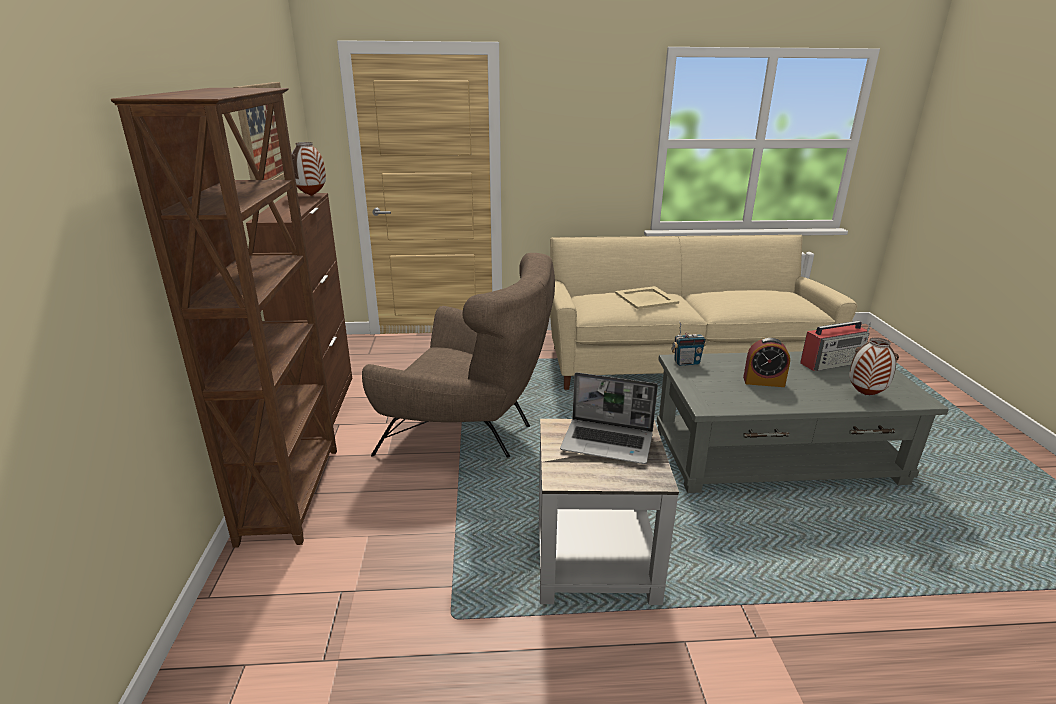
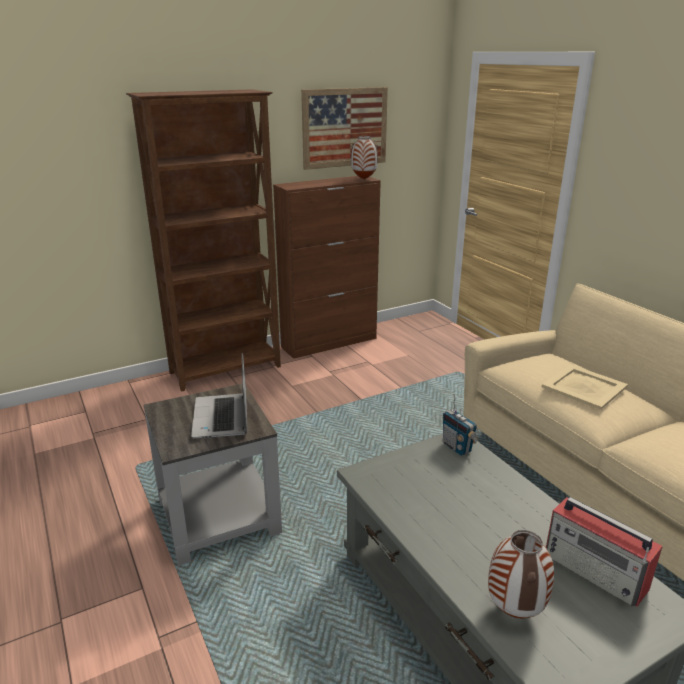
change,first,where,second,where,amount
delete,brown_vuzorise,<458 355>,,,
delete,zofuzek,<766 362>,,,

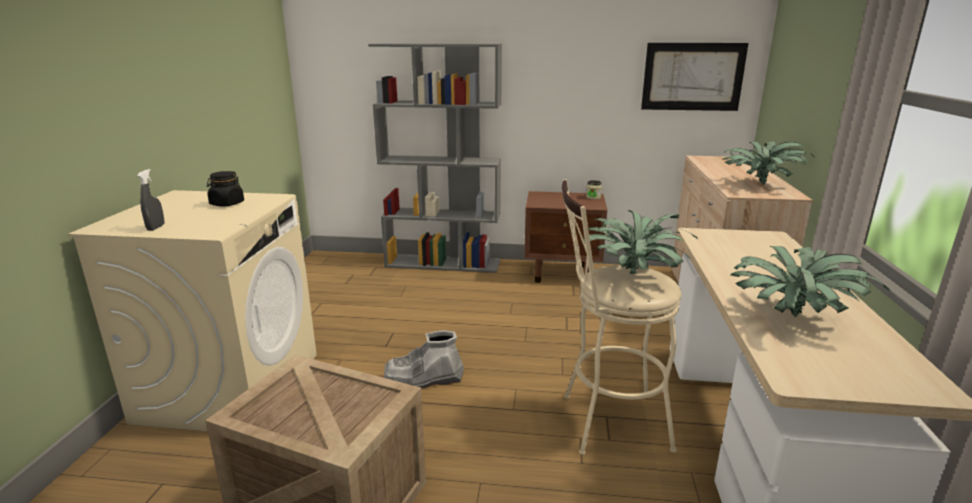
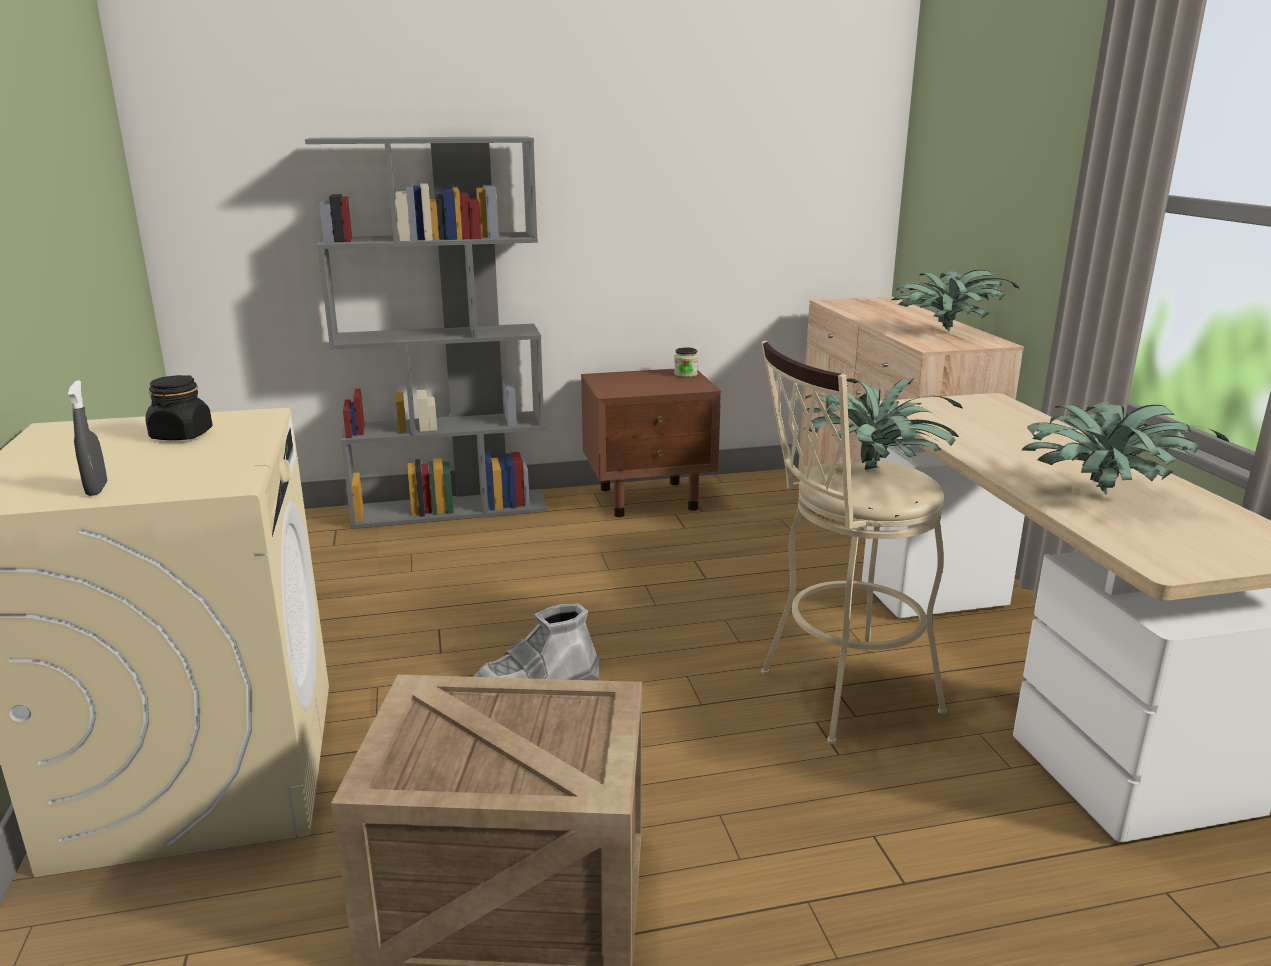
change,first,where,second,where,amount
delete,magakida,<694 77>,,,

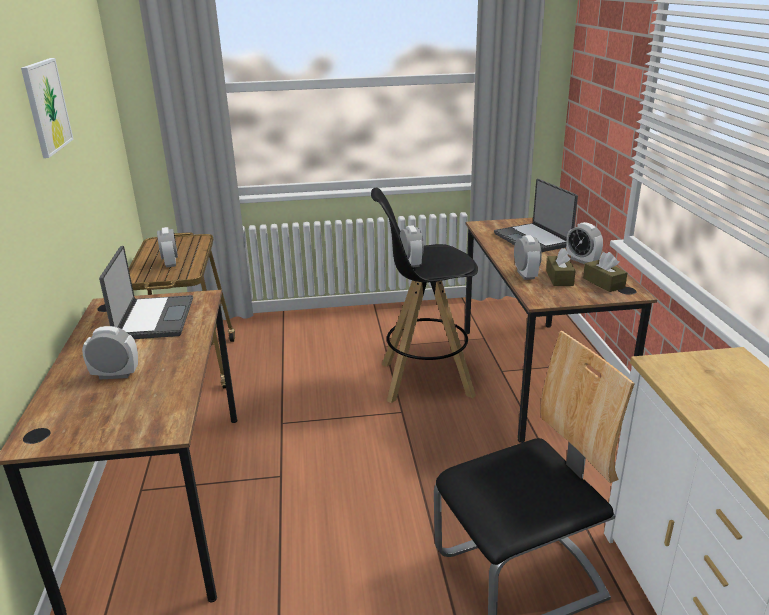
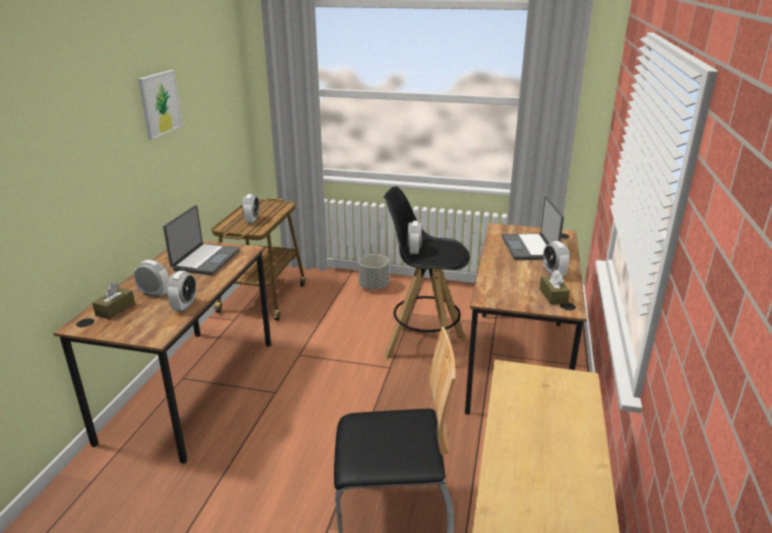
change,first,where,second,where,amount
move,zofuzek,<528 257>,,<181 291>,
move,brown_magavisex,<561 267>,,<113 301>,
insert,,,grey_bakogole,<373 272>,

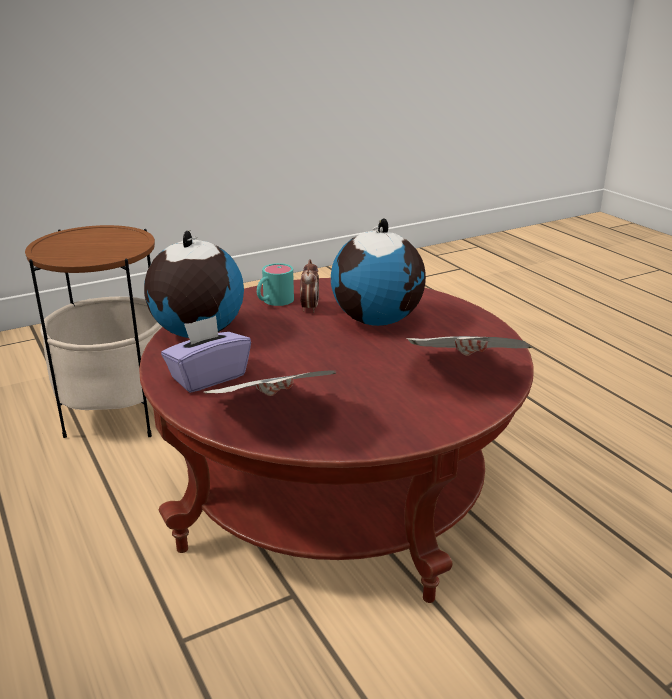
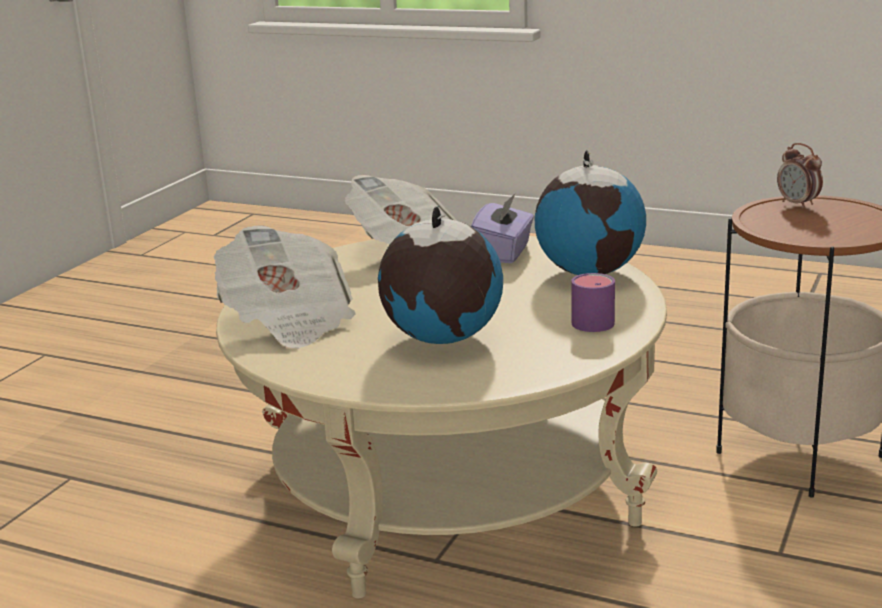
change,first,where,second,where,amount
move,zofuzek,<309 286>,,<800 176>,
recolor,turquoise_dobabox,<275 284>,purple_dobabox,<593 302>,
recolor,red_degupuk,<336 440>,beige_degupuk,<441 417>,

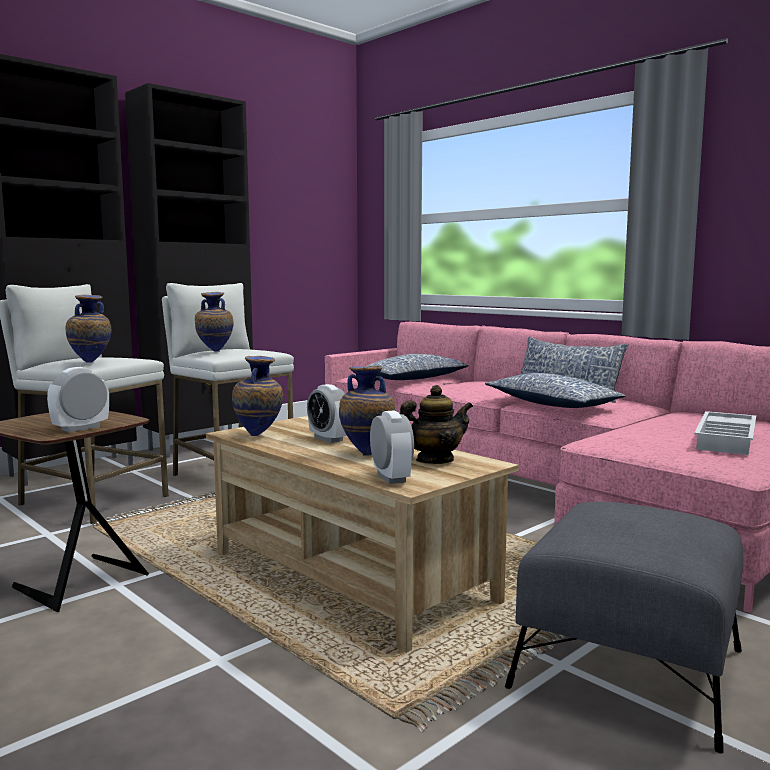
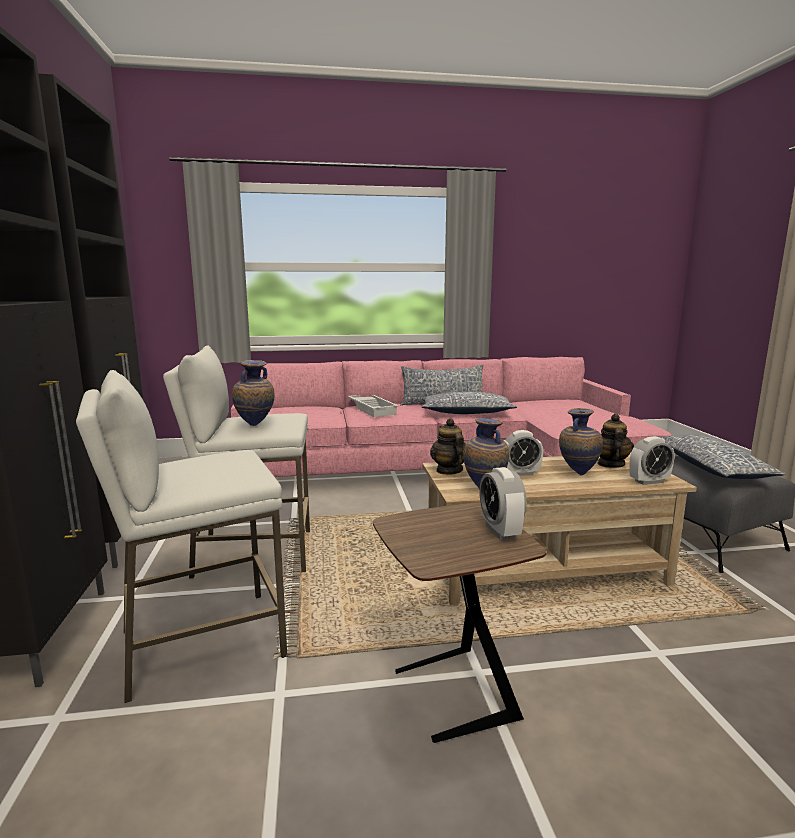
change,first,where,second,where,amount
delete,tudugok,<88 328>,,,
move,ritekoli,<416 367>,,<722 457>,
rotate,zofuzek,<392 447>,,<651 460>,150 degrees clockwise
move,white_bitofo,<725 433>,,<373 406>,
insert,,,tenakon,<448 446>,

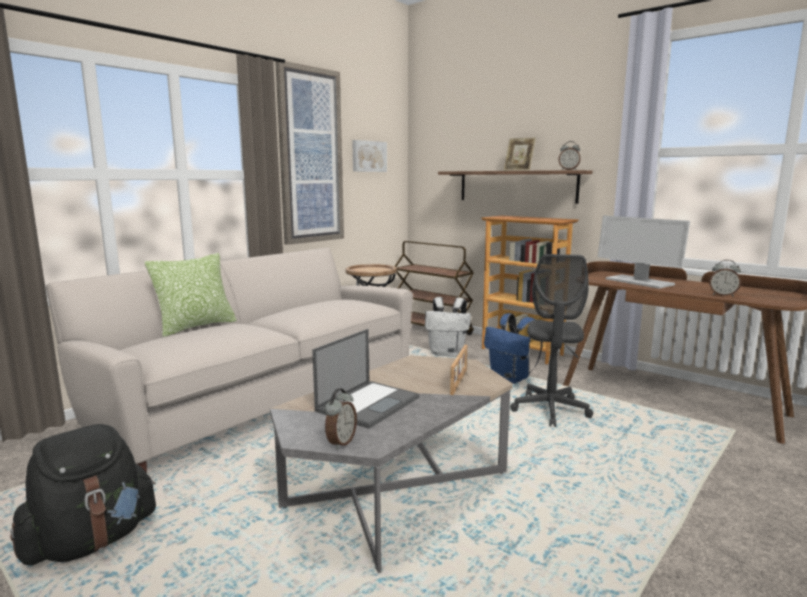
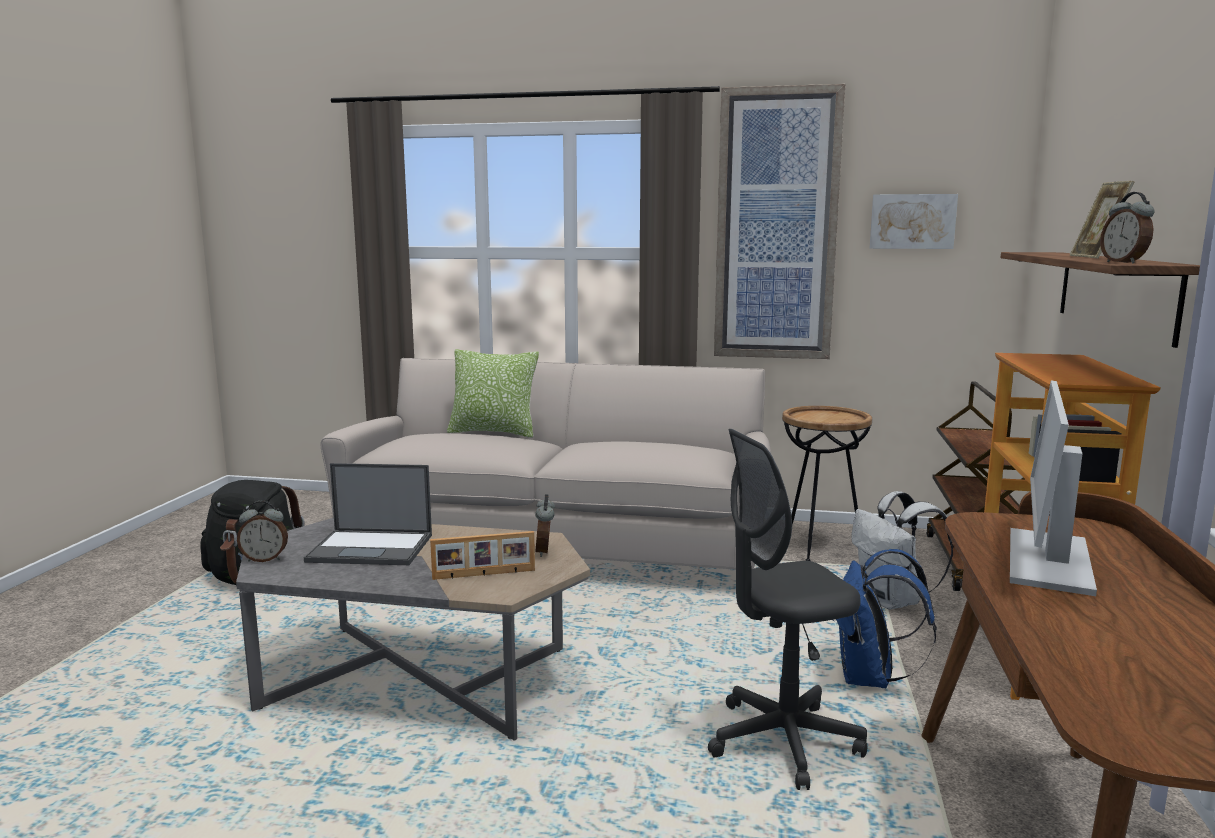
change,first,where,second,where,amount
move,zofuzek,<725 278>,,<545 525>,

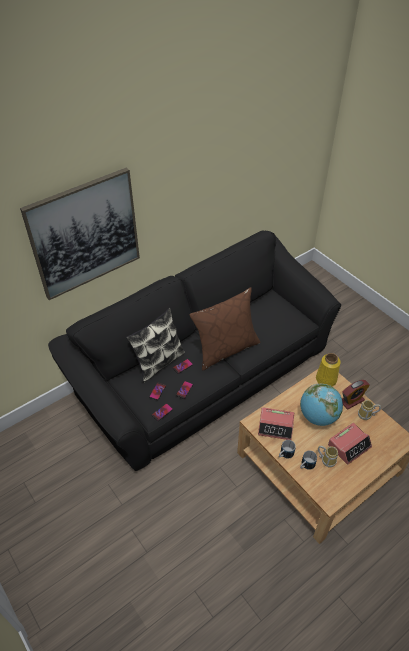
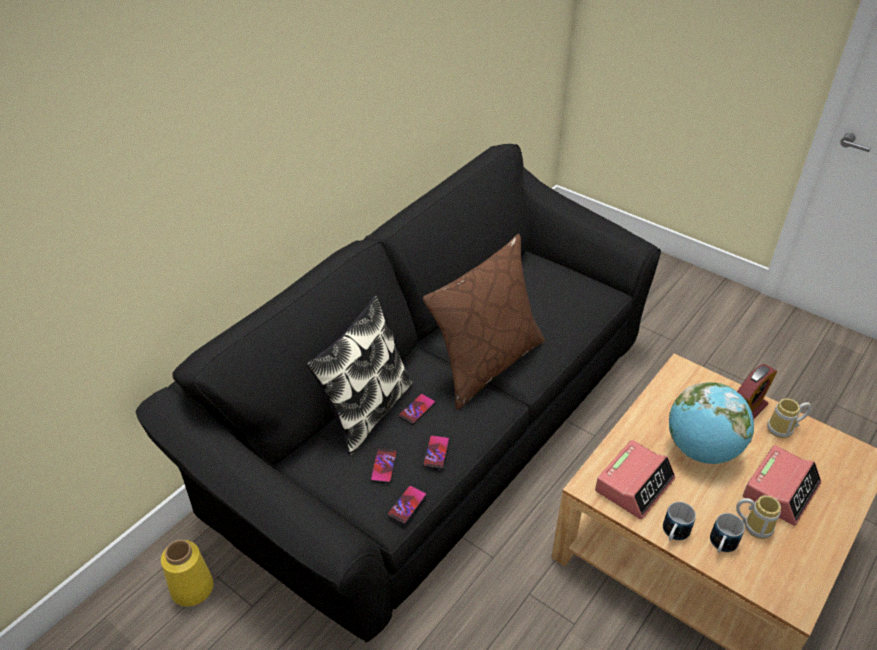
change,first,where,second,where,amount
delete,magakida,<80 234>,,,
move,yellow_tudugok,<328 369>,,<187 573>,
rotate,zofuzek,<276 423>,,<635 479>,45 degrees counterclockwise

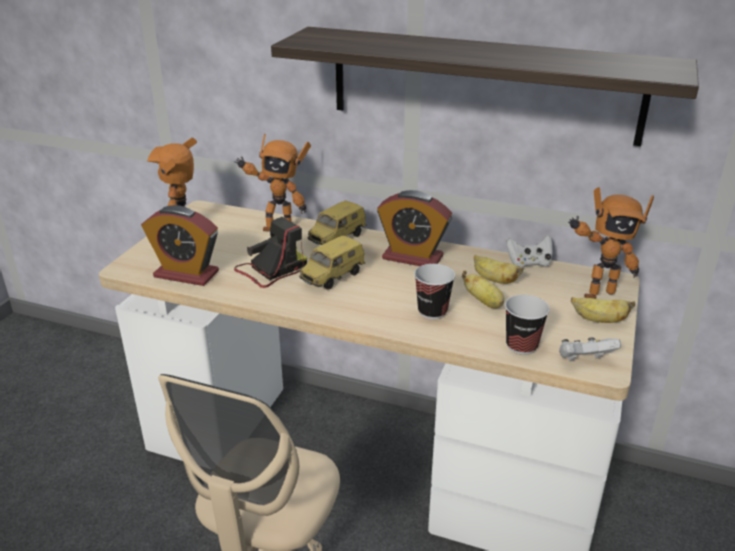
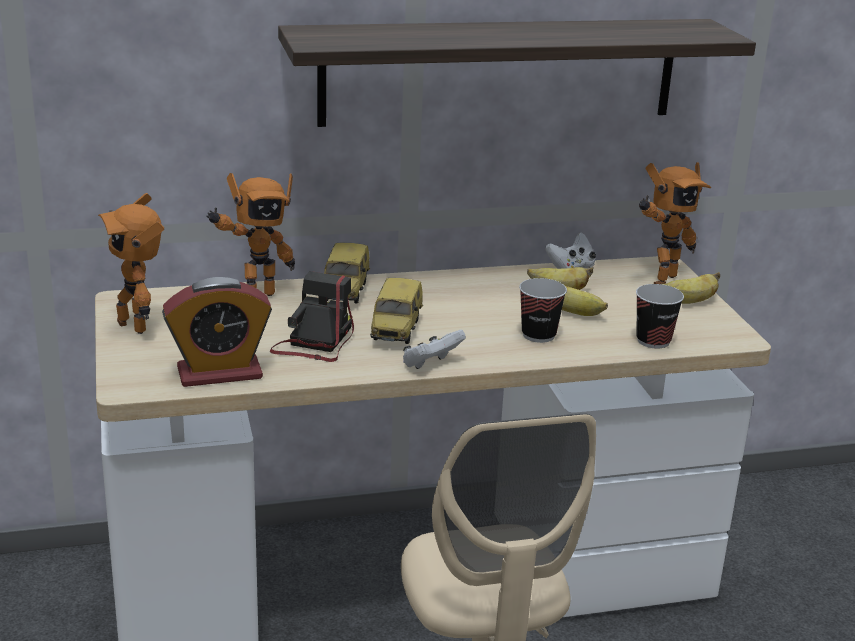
change,first,where,second,where,amount
delete,zofuzek,<414 228>,,,
move,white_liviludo,<590 349>,,<434 349>,

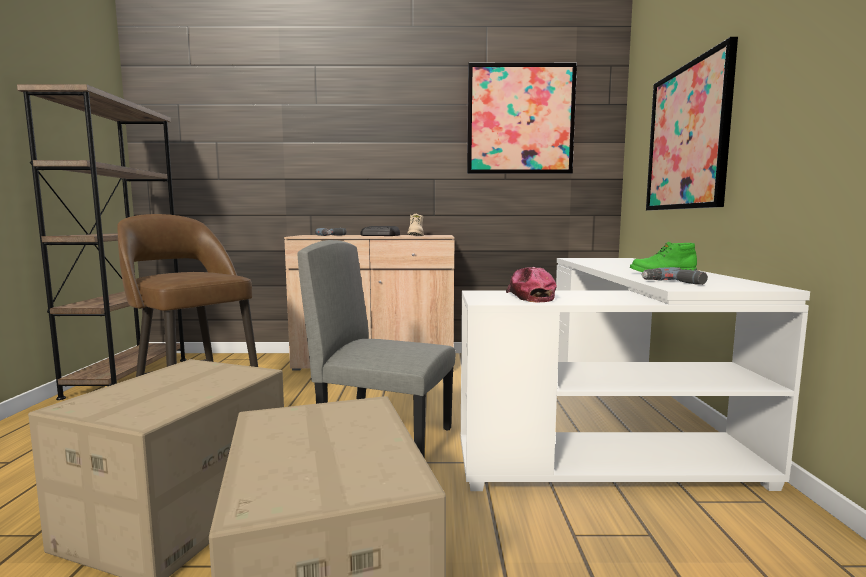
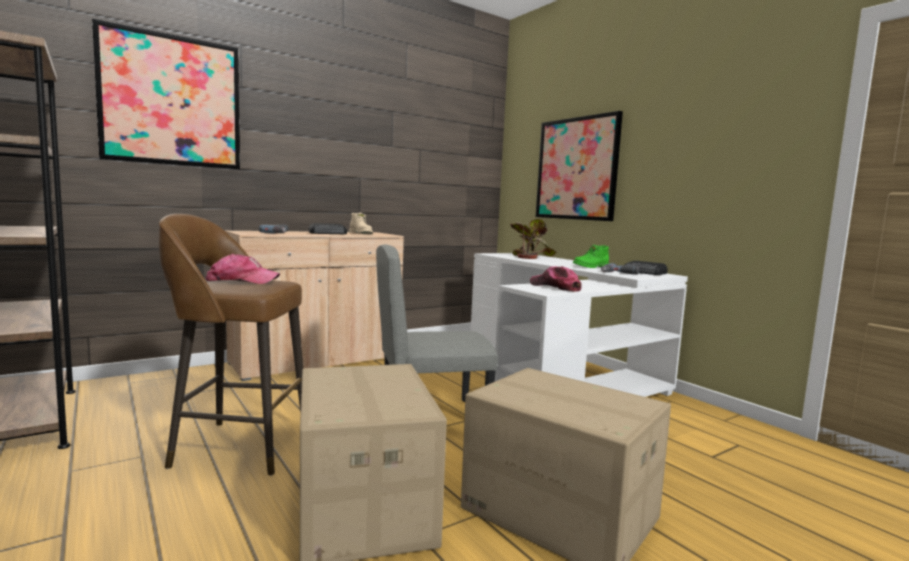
change,first,where,second,where,amount
move,magakida,<522 118>,,<166 94>,
insert,,,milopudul,<533 239>,
insert,,,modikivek,<242 269>,
insert,,,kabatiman,<646 268>,

